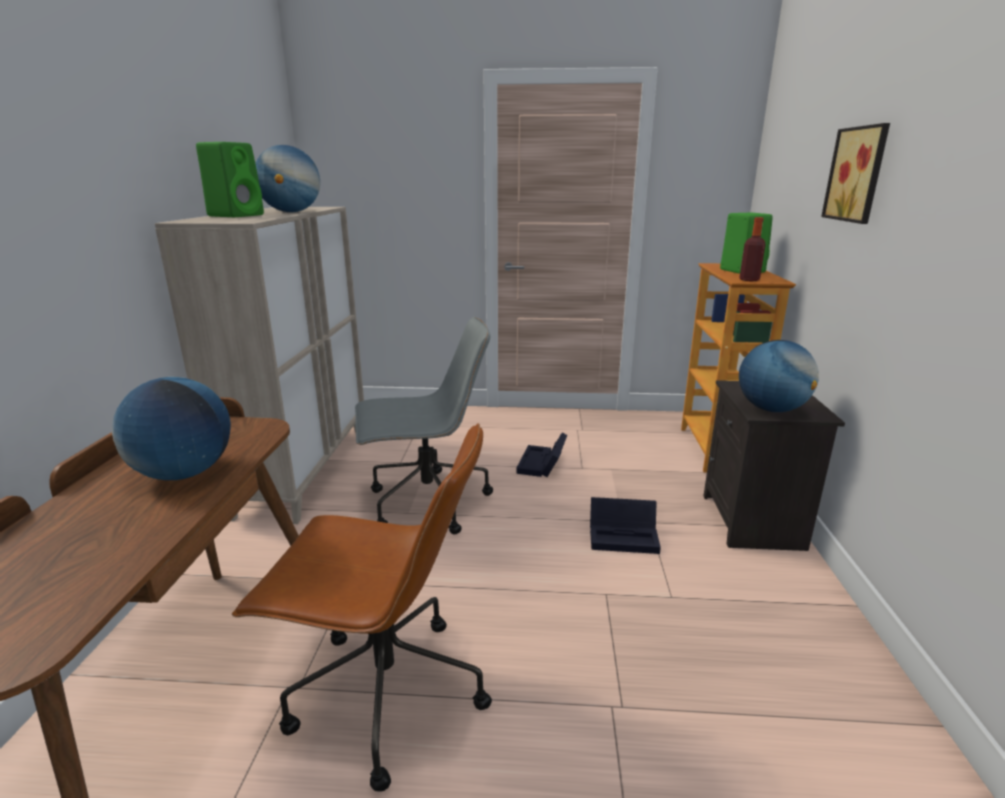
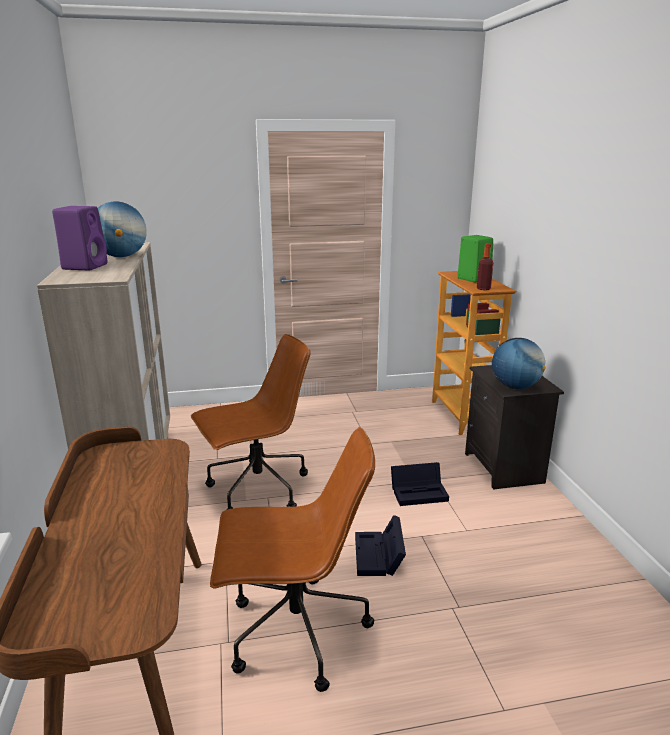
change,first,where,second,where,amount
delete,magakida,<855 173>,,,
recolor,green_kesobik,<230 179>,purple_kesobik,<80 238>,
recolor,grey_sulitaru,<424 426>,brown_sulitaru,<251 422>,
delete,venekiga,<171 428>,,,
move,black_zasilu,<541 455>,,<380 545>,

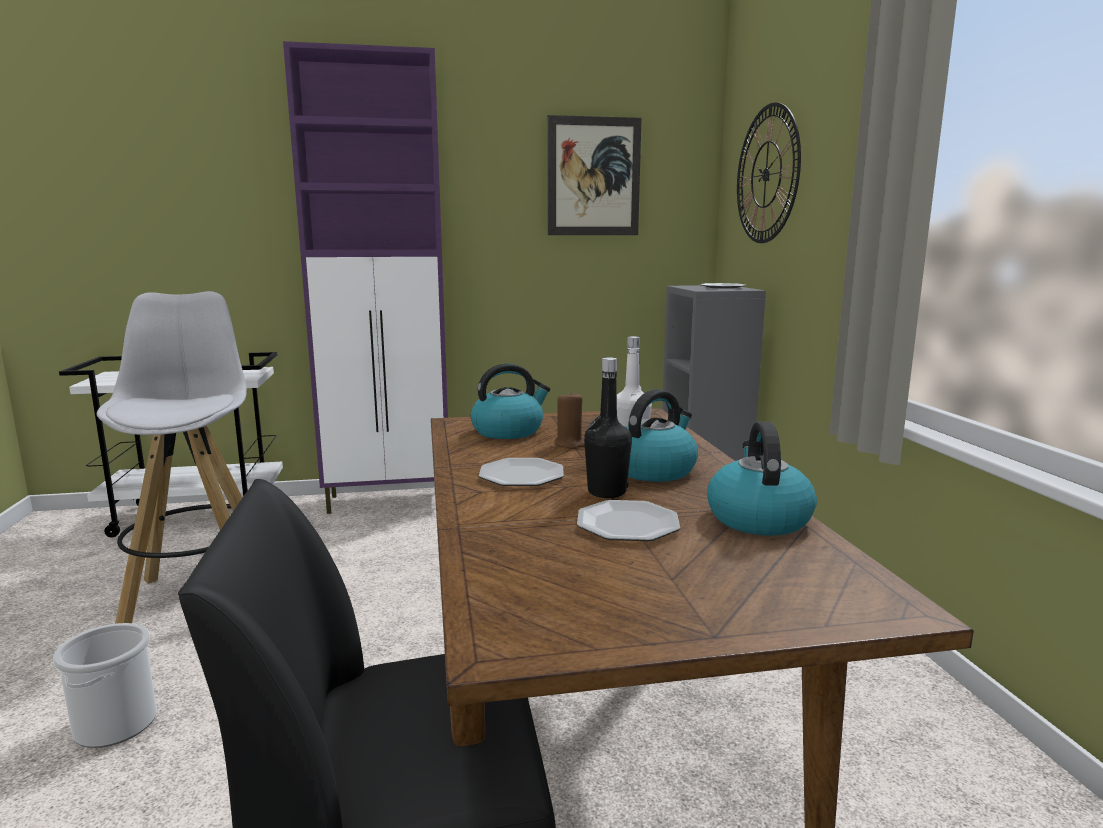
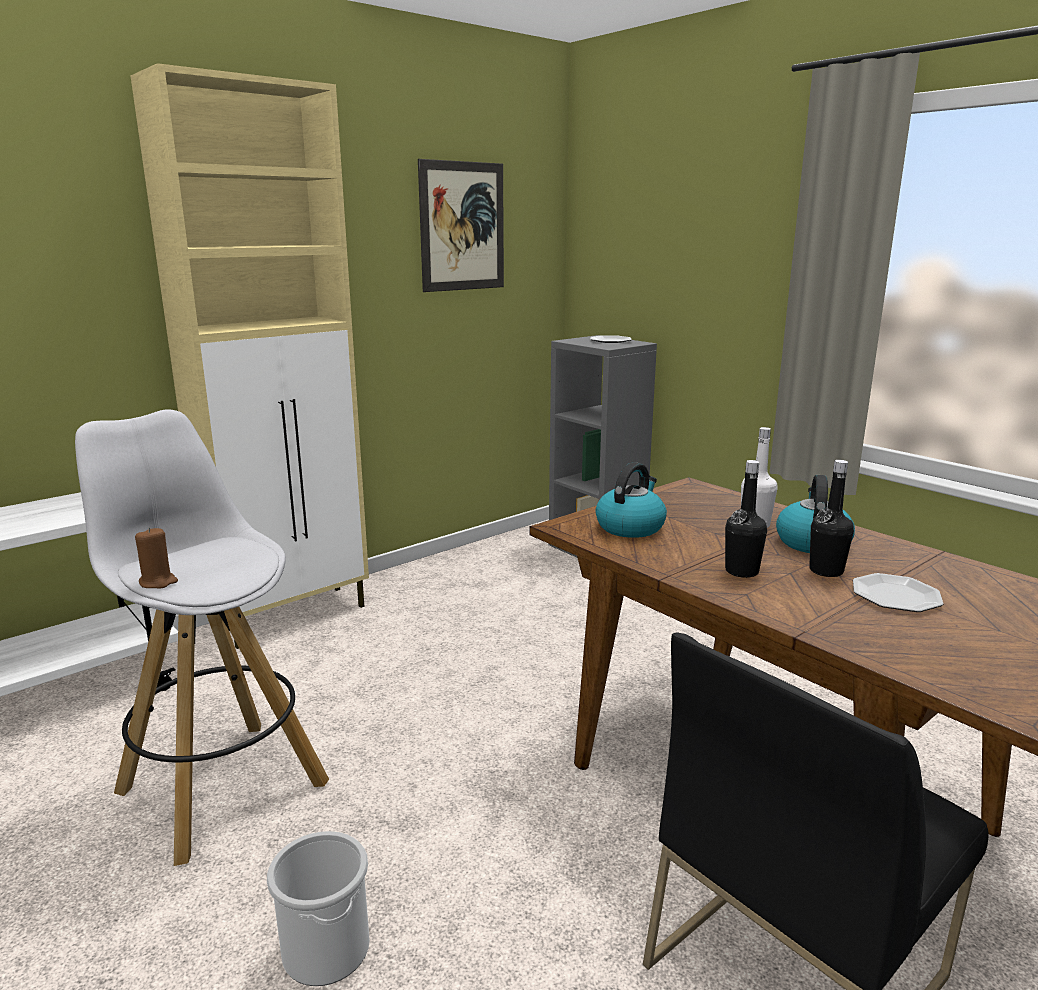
change,first,where,second,where,amount
recolor,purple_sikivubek,<365 277>,beige_sikivubek,<249 356>,
delete,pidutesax,<769 172>,,,
move,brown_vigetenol,<569 420>,,<156 558>,
delete,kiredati,<762 478>,,,
replace,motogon,<521 472>,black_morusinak,<746 519>,

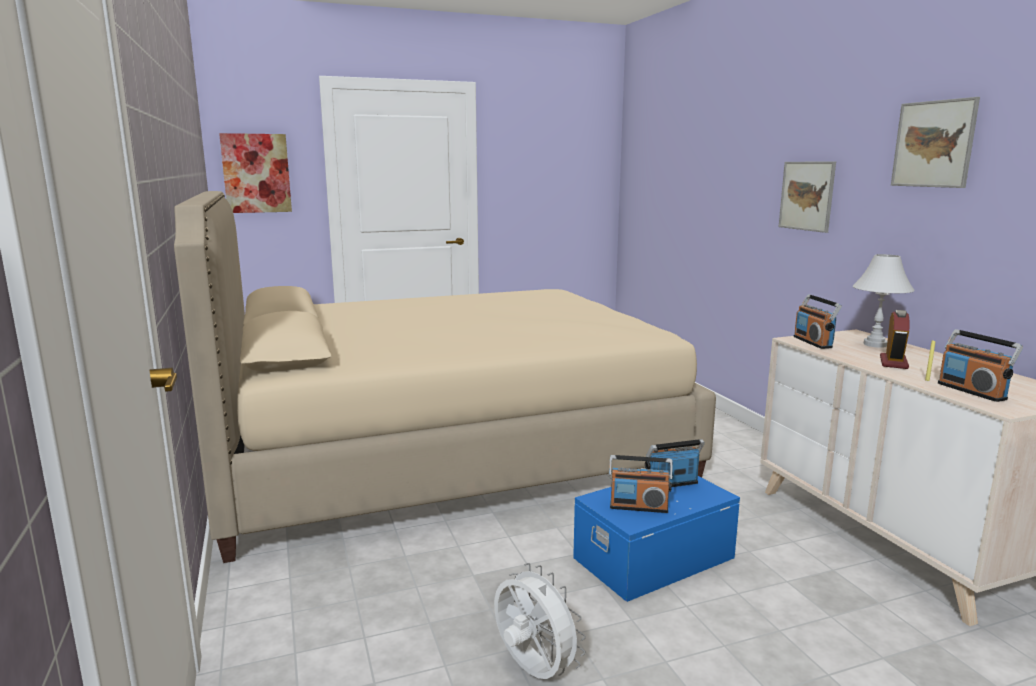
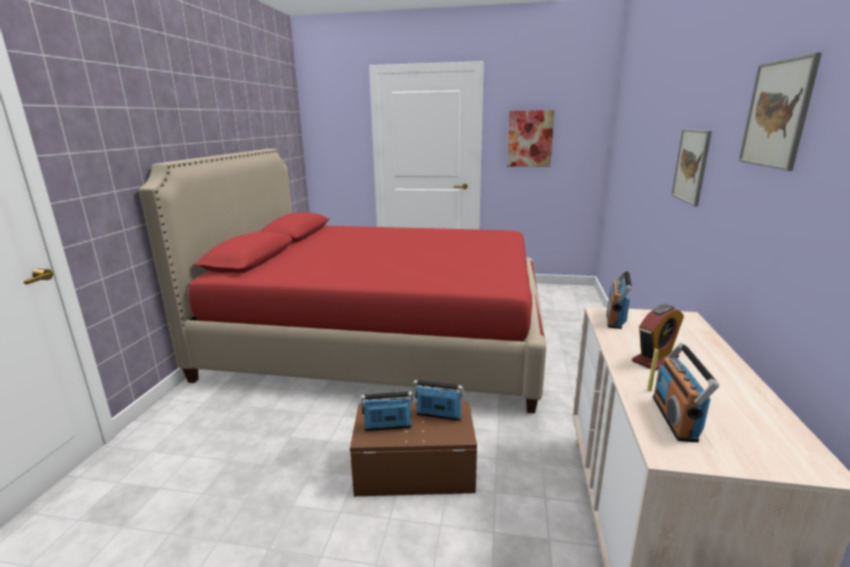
change,first,where,second,where,amount
move,magakida,<255 173>,,<530 138>,
recolor,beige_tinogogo,<445 377>,red_tinogogo,<343 281>,
delete,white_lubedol,<884 301>,,,
rotate,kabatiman,<641 484>,,<387 411>,135 degrees clockwise
recolor,blue_zasilu,<656 539>,brown_zasilu,<413 448>,
delete,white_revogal,<540 621>,,,

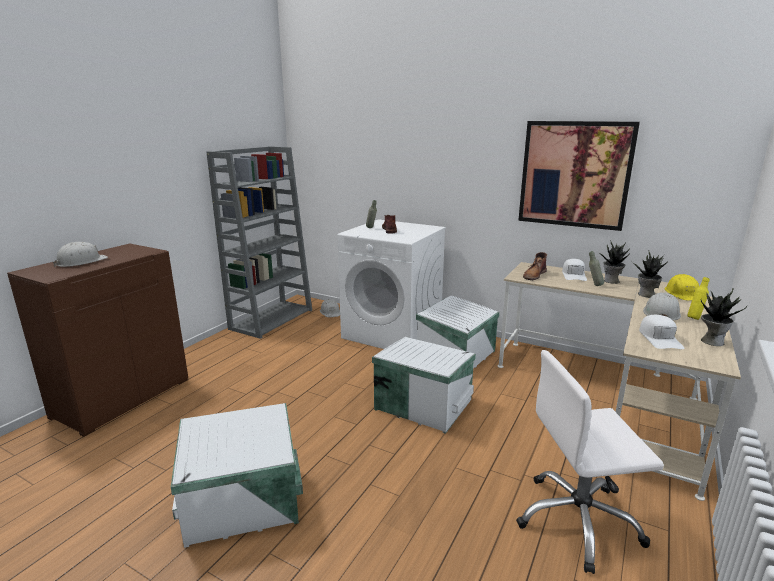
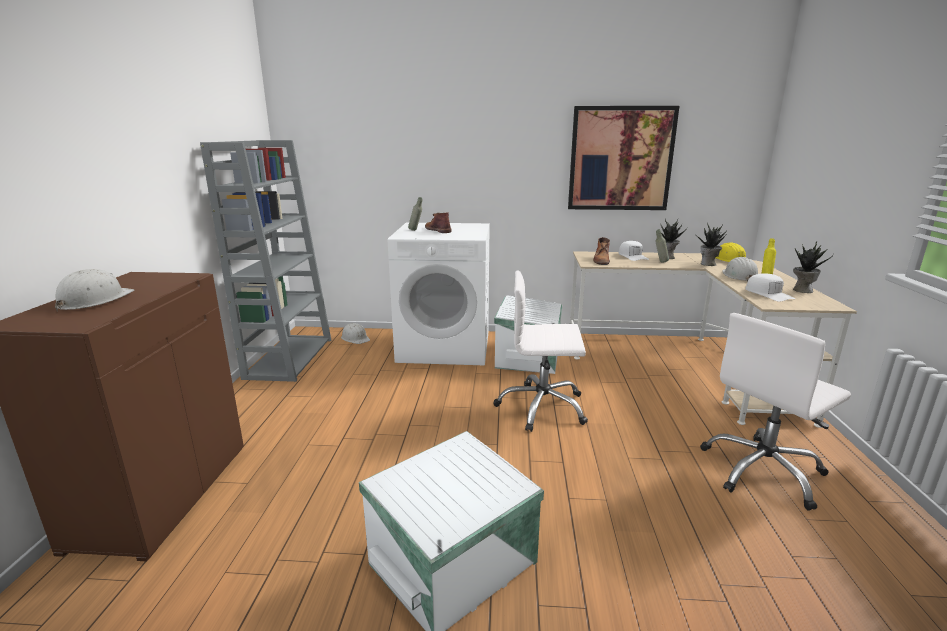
change,first,where,second,where,amount
replace,white_zasilu,<424 385>,white_sulitaru,<541 351>,

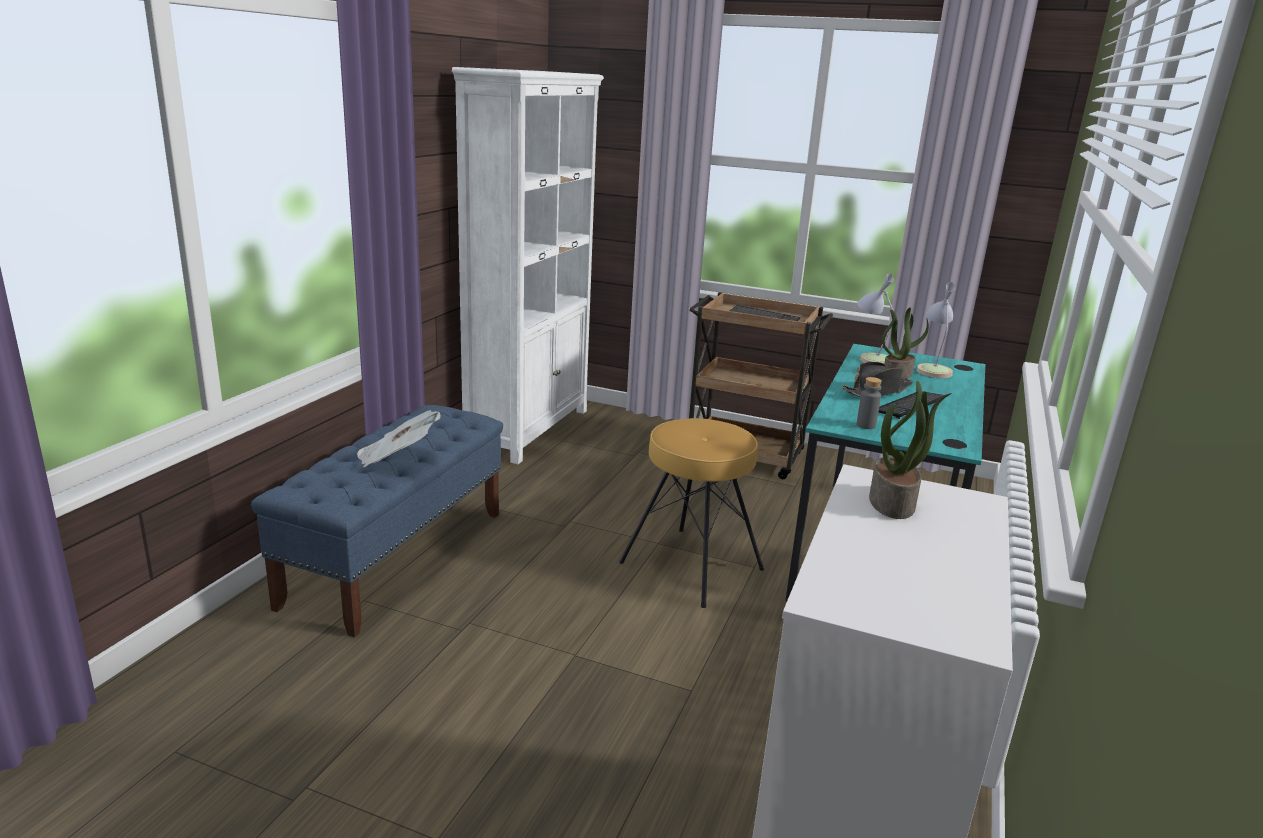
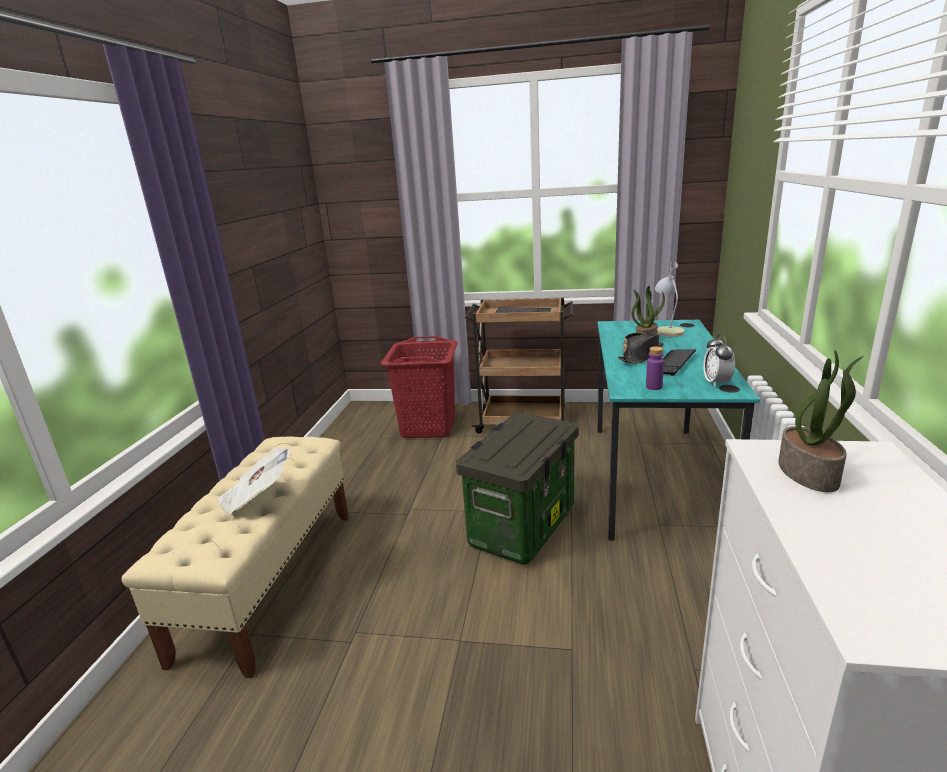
change,first,where,second,where,amount
delete,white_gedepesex,<528 265>,,,
delete,lubedol,<875 318>,,,
recolor,grey_morusinak,<869 403>,purple_morusinak,<655 368>,
recolor,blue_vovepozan,<377 521>,beige_vovepozan,<235 557>,
replace,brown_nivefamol,<691 513>,zasilu,<517 489>,
insert,,,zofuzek,<719 360>,
insert,,,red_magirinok,<419 387>,

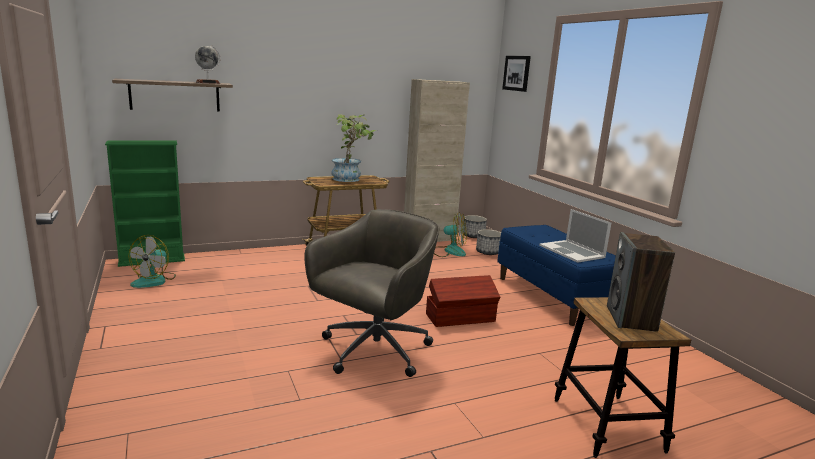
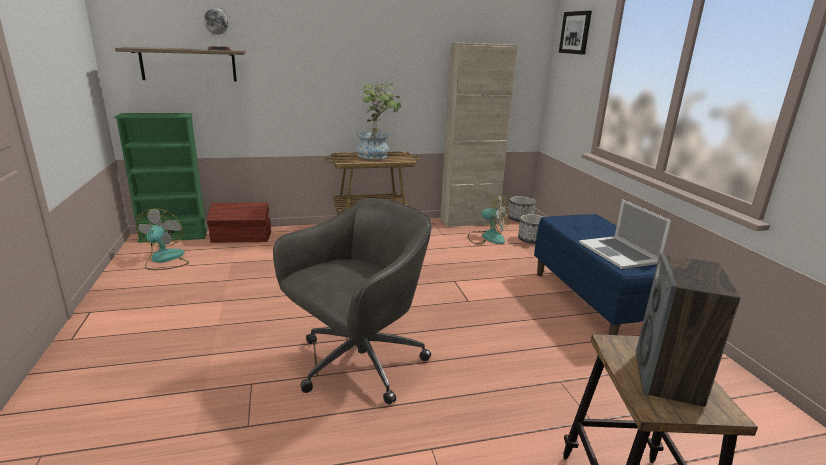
change,first,where,second,where,amount
rotate,revogal,<152 261>,,<162 239>,150 degrees clockwise
move,brown_zasilu,<463 301>,,<239 222>,

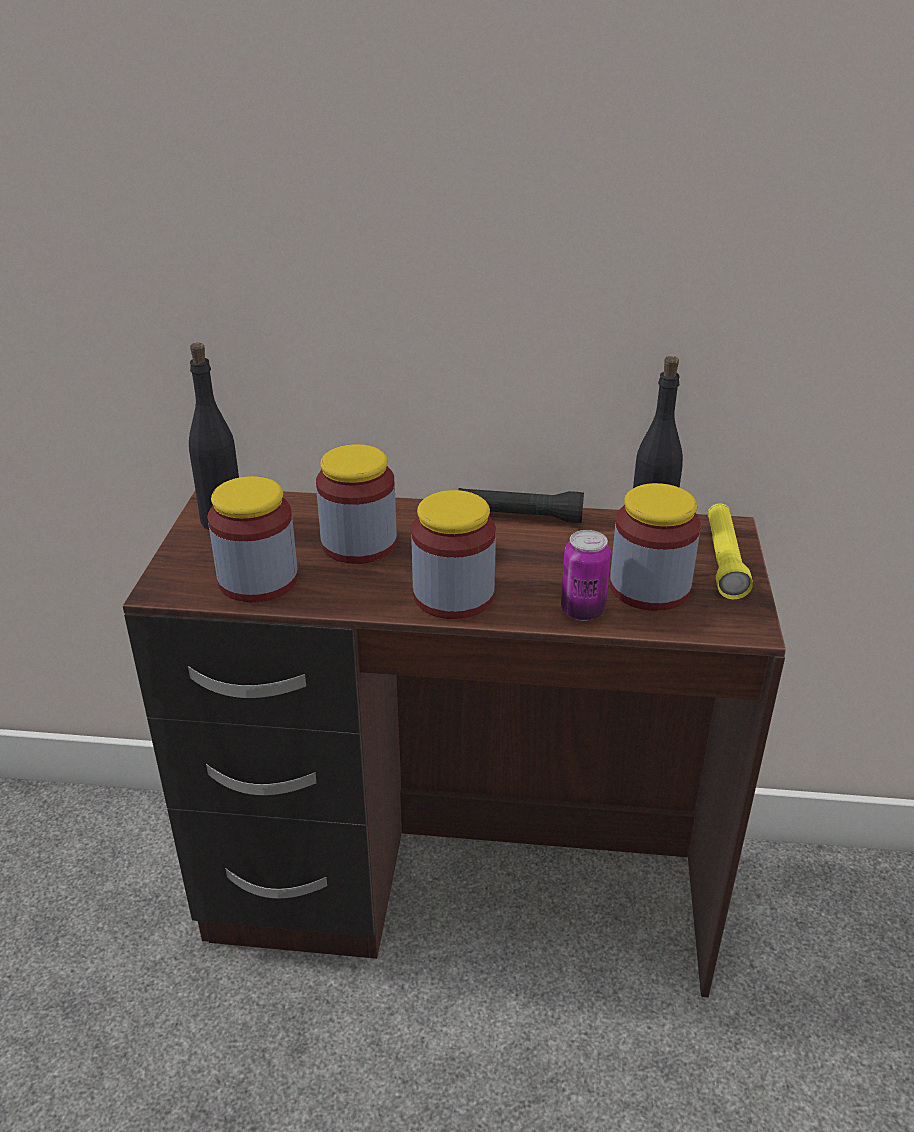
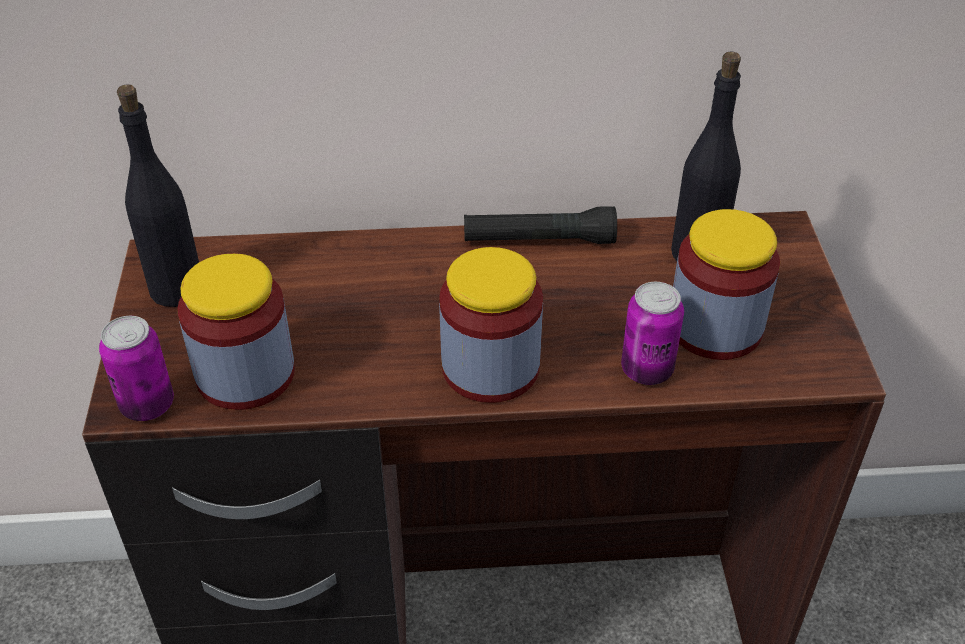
change,first,where,second,where,amount
delete,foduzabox,<356 504>,,,
delete,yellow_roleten,<730 551>,,,
insert,,,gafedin,<136 368>,

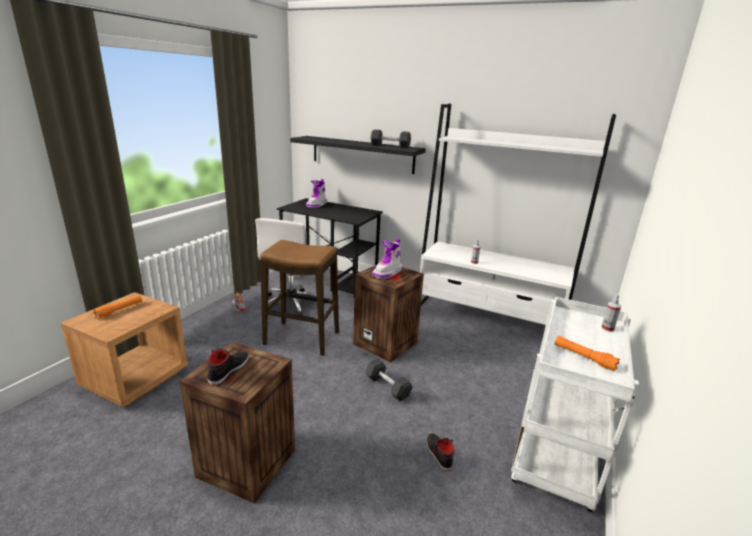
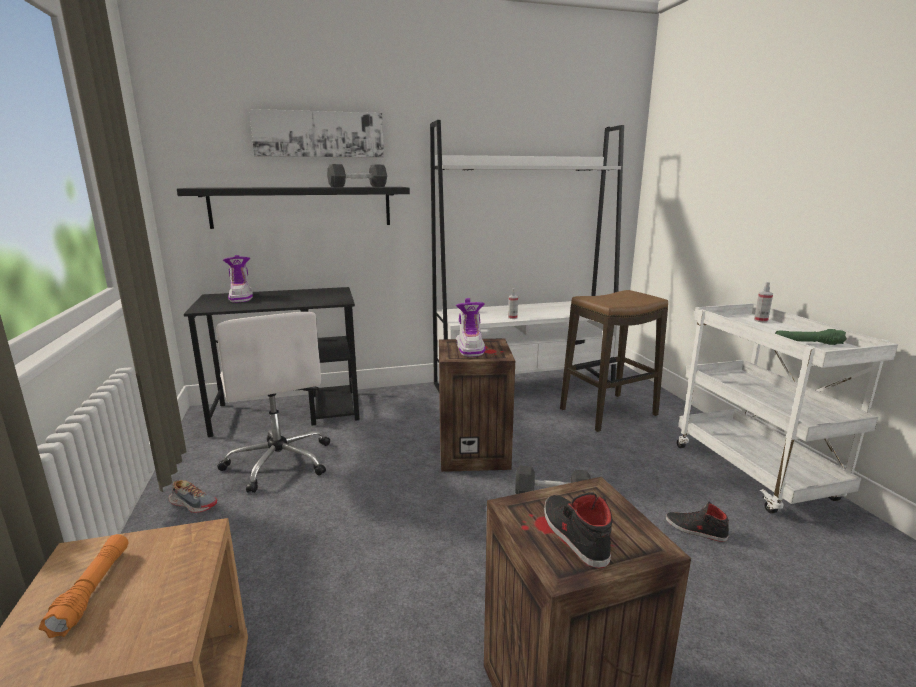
change,first,where,second,where,amount
move,nivefamol,<299 298>,,<614 361>,
recolor,orange_roleten,<587 353>,green_roleten,<811 337>,
insert,,,magakida,<316 133>,

